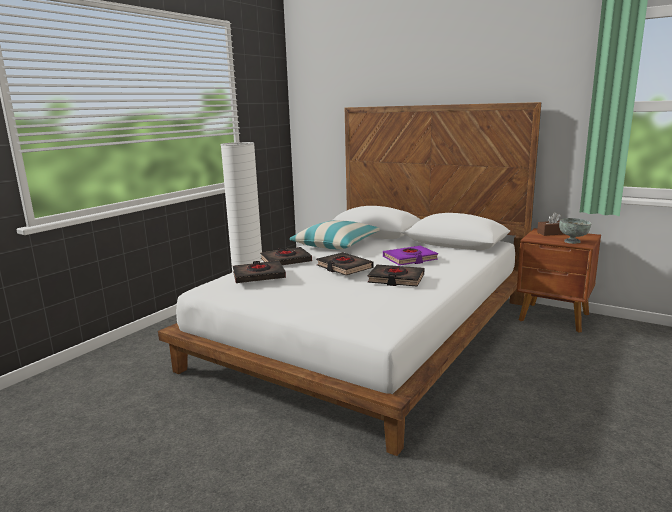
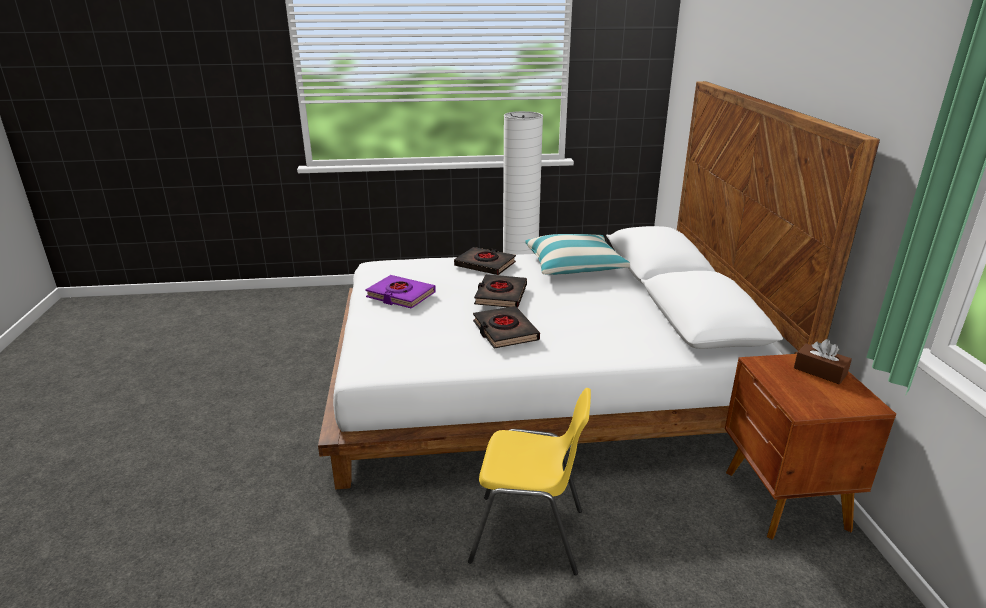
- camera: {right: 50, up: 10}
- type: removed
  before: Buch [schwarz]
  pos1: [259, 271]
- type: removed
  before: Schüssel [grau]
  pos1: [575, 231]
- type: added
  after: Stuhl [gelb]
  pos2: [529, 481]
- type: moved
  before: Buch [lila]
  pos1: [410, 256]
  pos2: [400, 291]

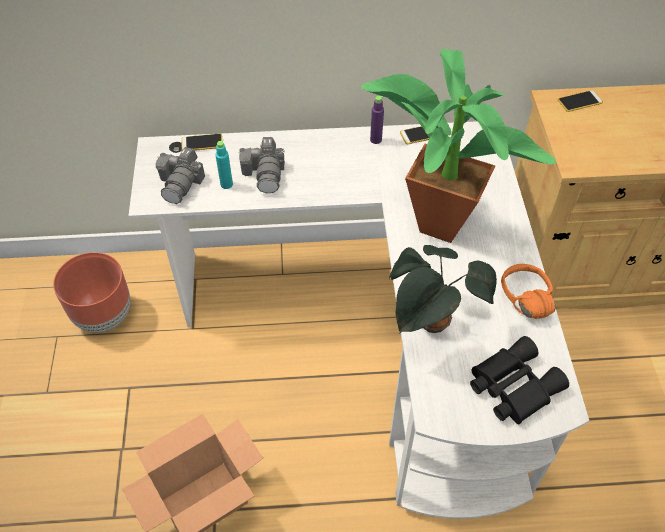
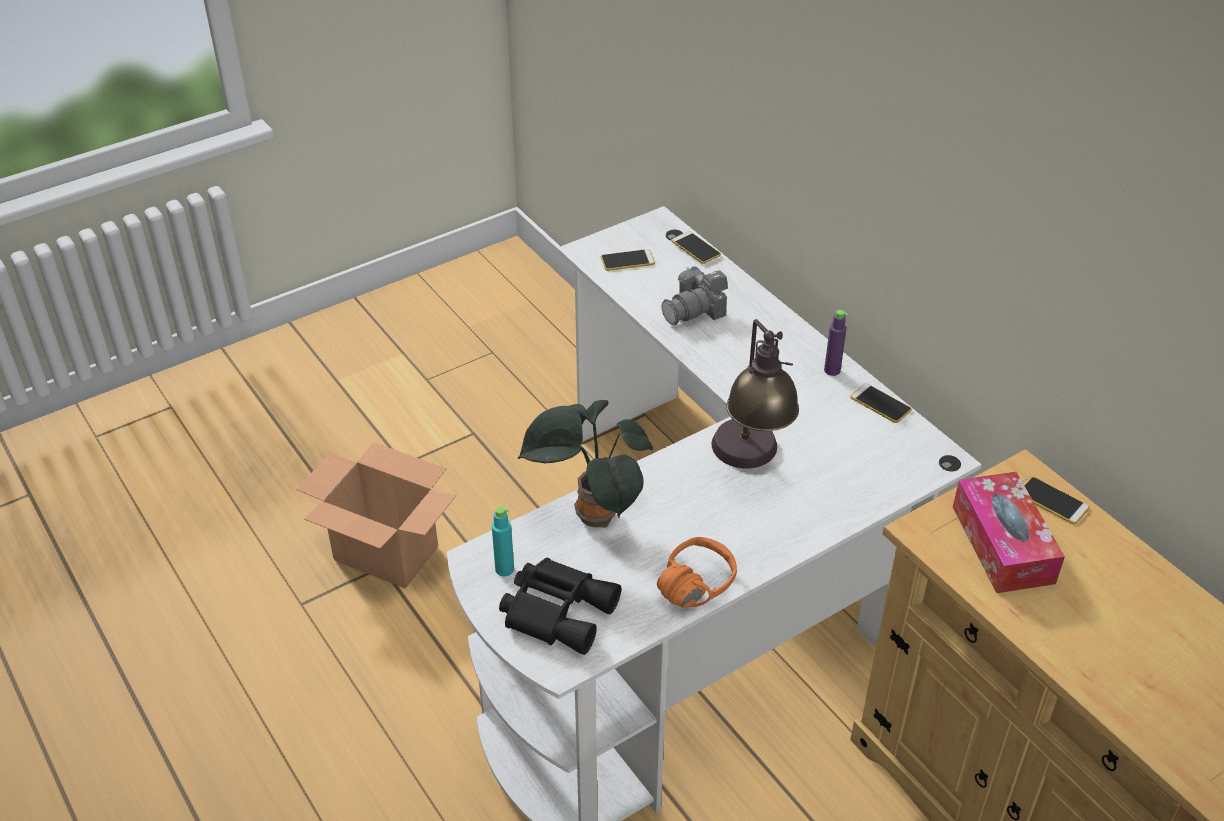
- camera: {right: 60, up: -10}
- type: removed
  before: Pflanzkübel [braun]
  pos1: [91, 292]
- type: added
  after: Taschentuchbox
  pos2: [1009, 532]
- type: moved
  before: Flasche [türkis]
  pos1: [224, 164]
  pos2: [503, 541]
- type: replaced
  before: Kamera
  after: Handy
  pos1: [180, 175]
  pos2: [628, 260]
- type: replaced
  before: Topfpflanze
  after: Tischlampe
  pos1: [458, 146]
  pos2: [755, 393]

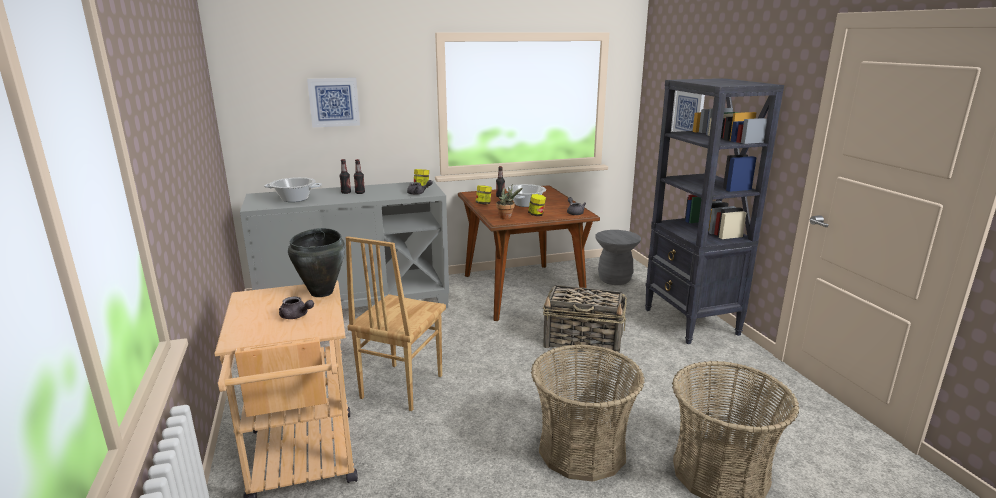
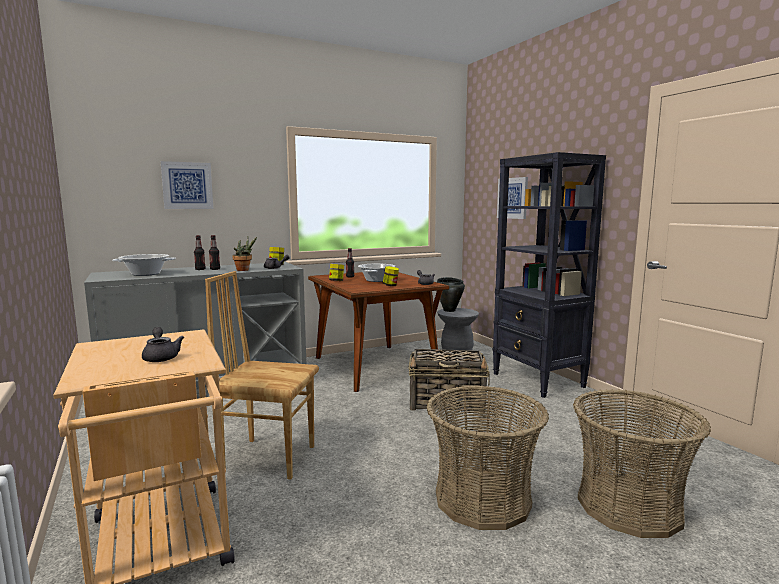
- camera: {right: -10, up: -10}
- type: moved
  before: Kochtopf [schwarz]
  pos1: [316, 262]
  pos2: [451, 294]
- type: moved
  before: Topfpflanze
  pos1: [509, 202]
  pos2: [244, 254]
- type: turned
  before: Teekanne [grau]
  pos1: [296, 308]
  pos2: [163, 344]
  turn: -135
- type: turned
  before: Stuhl [braun]
  pos1: [396, 323]
  pos2: [262, 375]
  turn: 90

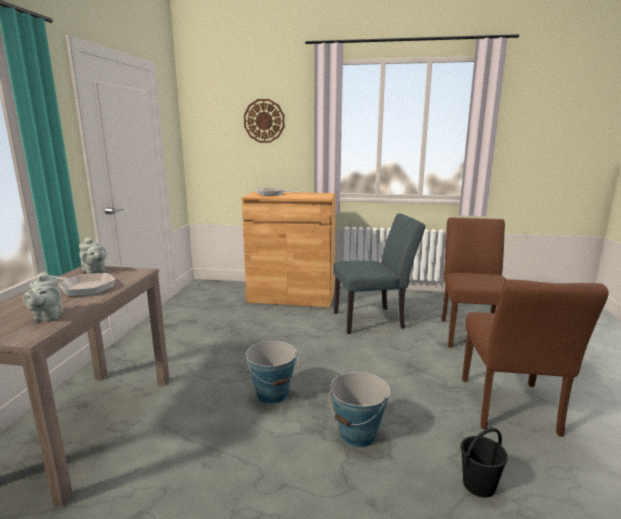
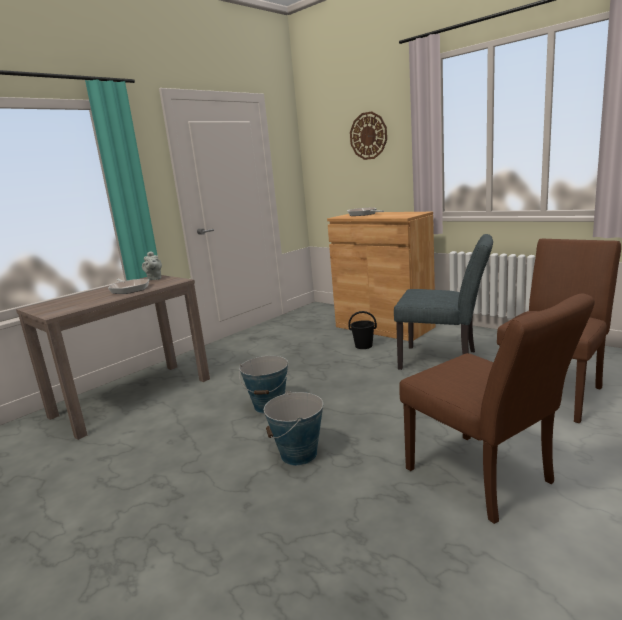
- camera: {right: 35, up: 0}
- type: removed
  before: Teekanne [grau]
  pos1: [43, 296]
- type: moved
  before: Eimer [schwarz]
  pos1: [484, 462]
  pos2: [362, 330]
- type: turned
  before: Stuhl [braun]
  pos1: [535, 357]
  pos2: [497, 408]
  turn: -75

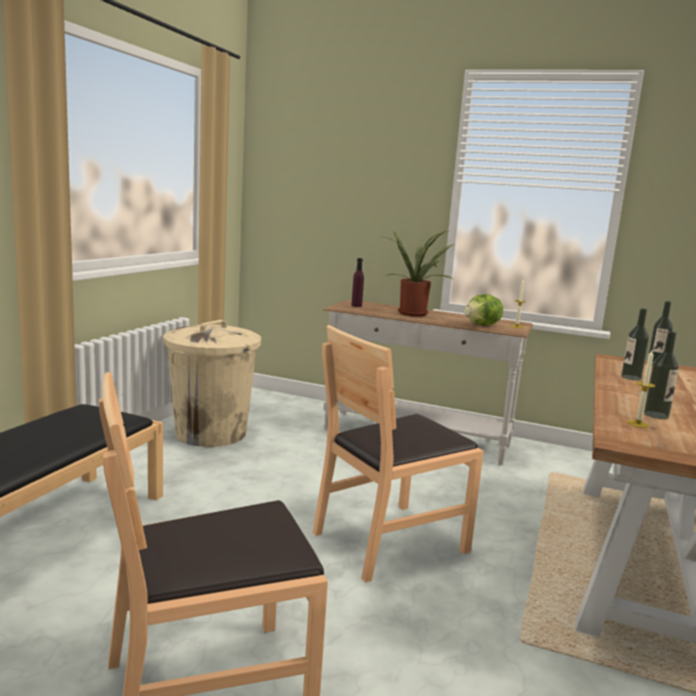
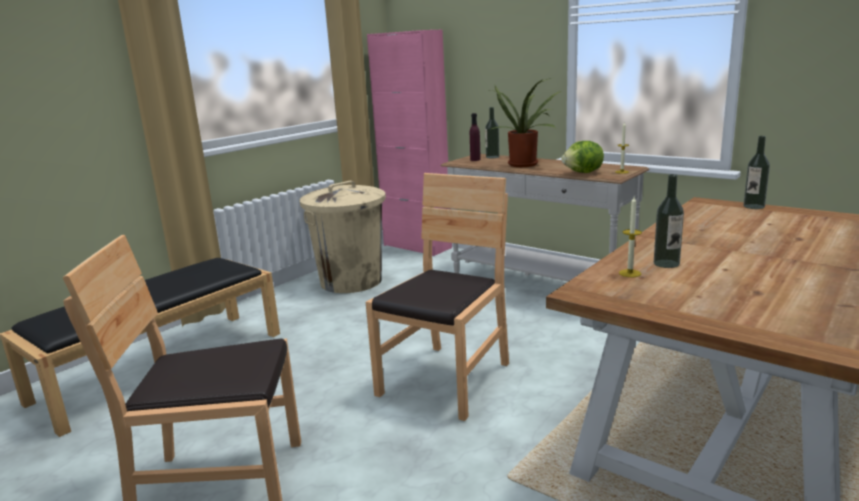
- camera: {right: 20, up: 5}
- type: added
  after: Schrank [rosa]
  pos2: [409, 143]
- type: moved
  before: Flasche
  pos1: [635, 344]
  pos2: [492, 132]
- type: turned
  before: Stuhl [braun]
  pos1: [398, 453]
  pos2: [437, 297]
  turn: 135

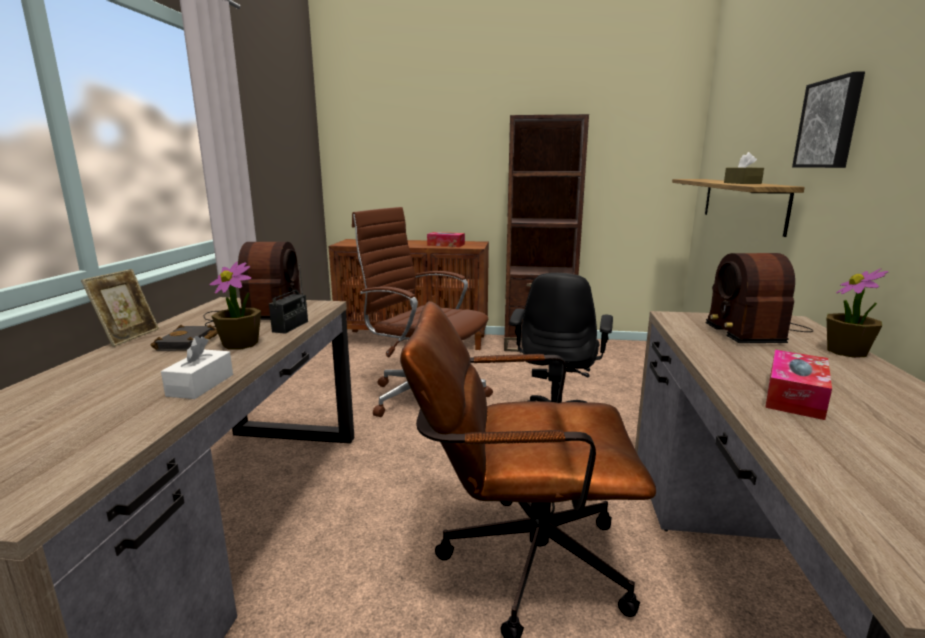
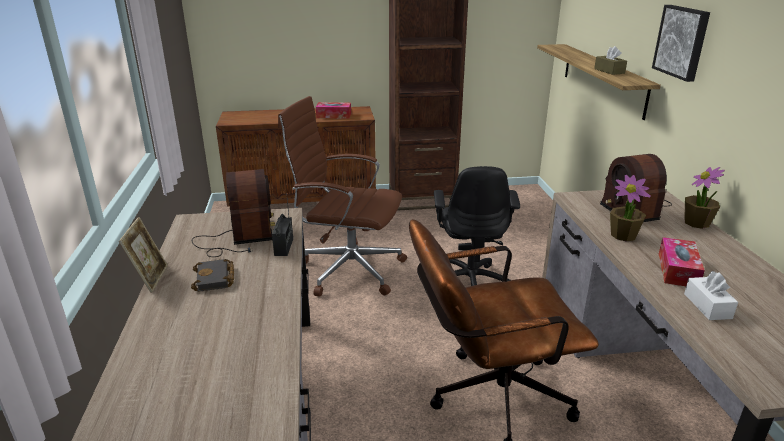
- camera: {right: -15, up: 10}
- type: moved
  before: Taschentuchbox [weiß]
  pos1: [197, 367]
  pos2: [711, 295]
- type: moved
  before: Topfpflanze
  pos1: [235, 306]
  pos2: [630, 208]

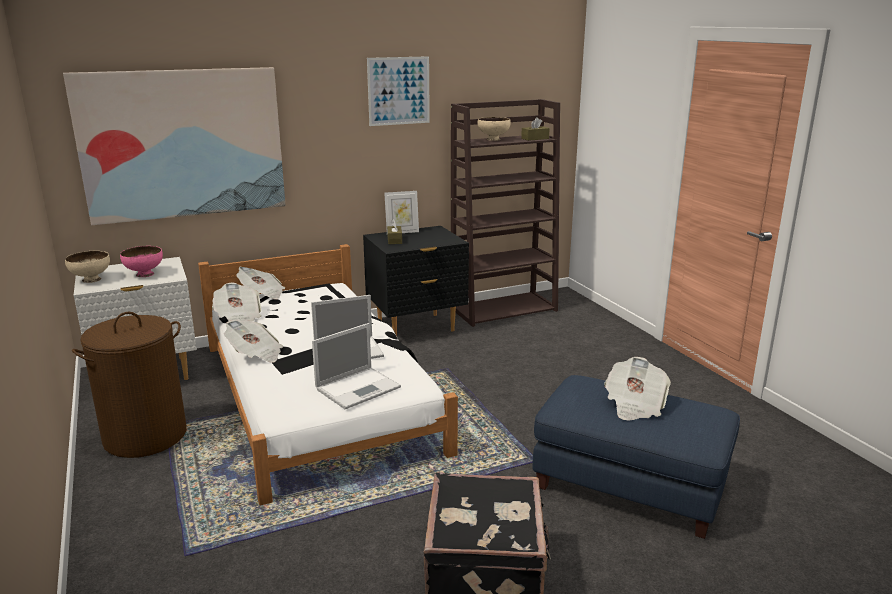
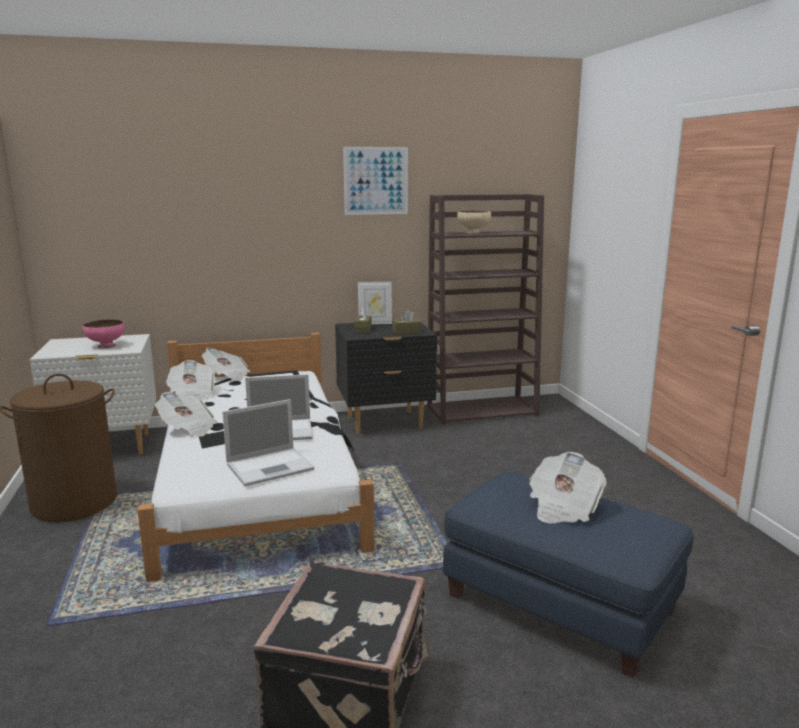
- camera: {right: 10, up: -5}
- type: removed
  before: Bild
  pos1: [174, 146]
- type: removed
  before: Schüssel [beige]
  pos1: [87, 267]
- type: moved
  before: Taschentuchbox [braun]
  pos1: [535, 129]
  pos2: [407, 322]

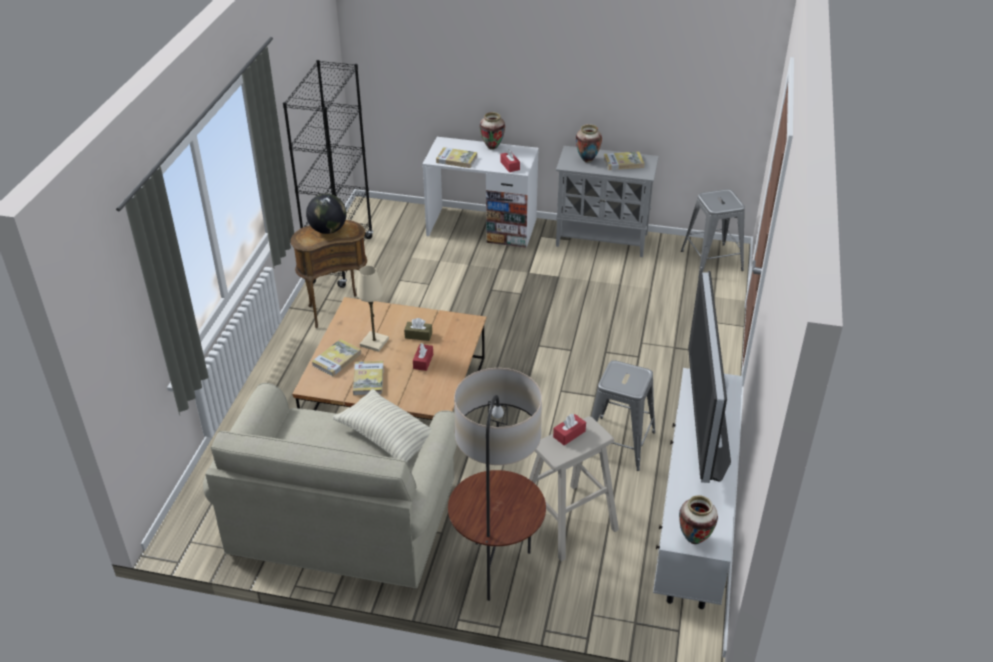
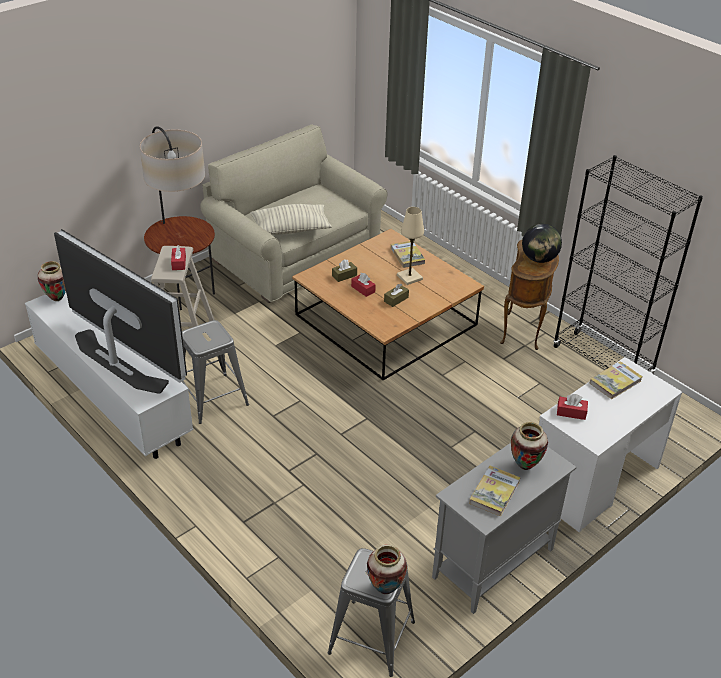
- camera: {right: 125, up: 0}
- type: removed
  before: Buch
  pos1: [368, 378]
- type: added
  after: Taschentuchbox [braun]
  pos2: [344, 271]
- type: moved
  before: Vase
  pos1: [492, 131]
  pos2: [387, 569]

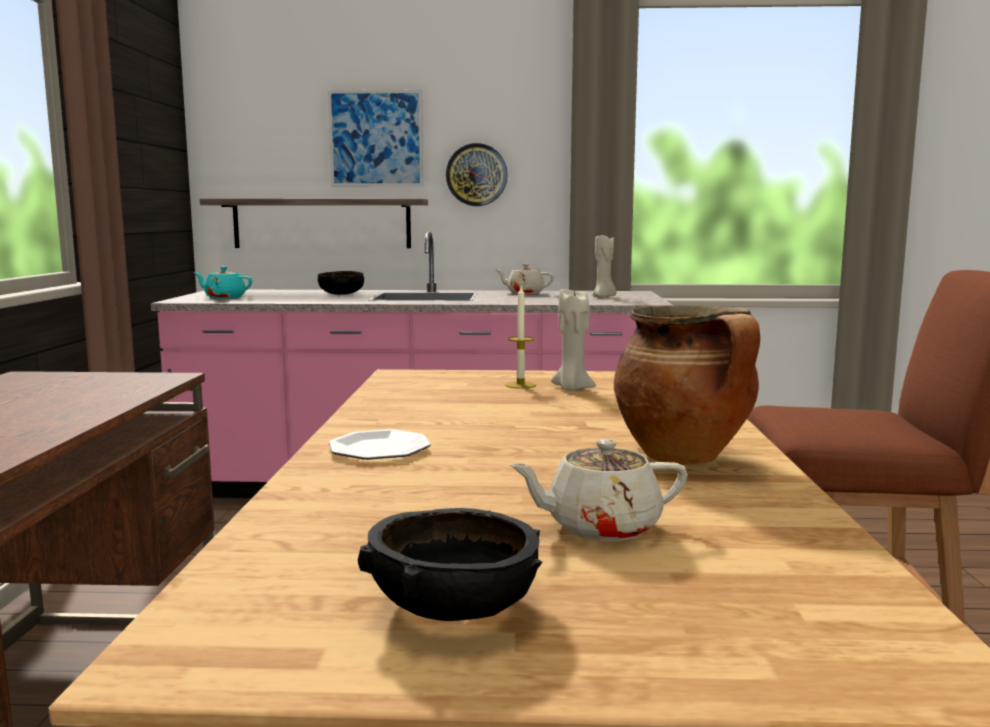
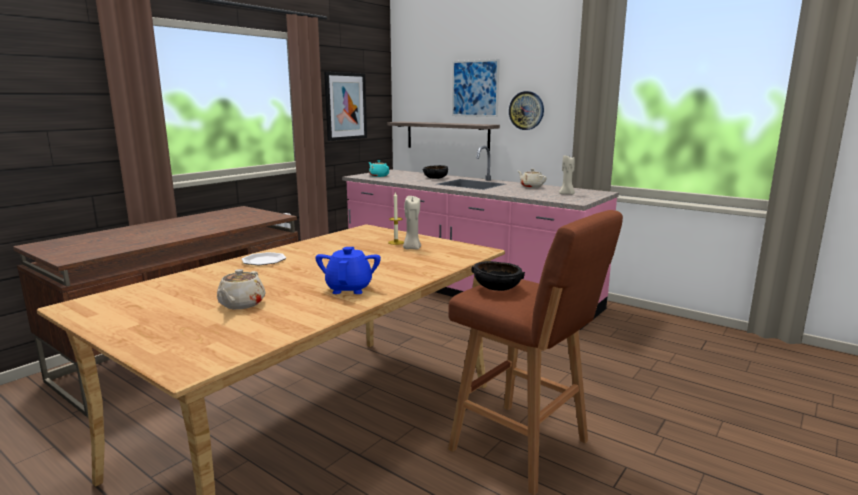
- camera: {right: 35, up: 5}
- type: added
  after: Bild
  pos2: [345, 106]
- type: moved
  before: Schüssel [schwarz]
  pos1: [450, 564]
  pos2: [498, 276]
- type: replaced
  before: Kochtopf
  after: Teekanne [blau]
  pos1: [687, 385]
  pos2: [348, 270]
- type: turned
  before: Teekanne [beige]
  pos1: [598, 490]
  pos2: [241, 289]
  turn: -105

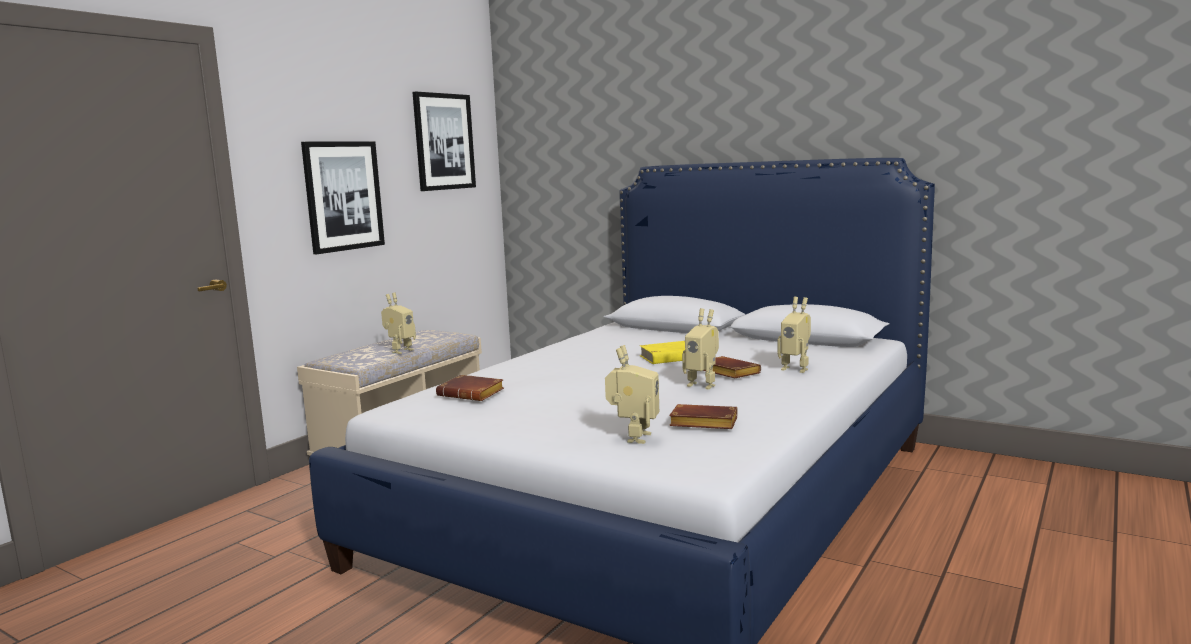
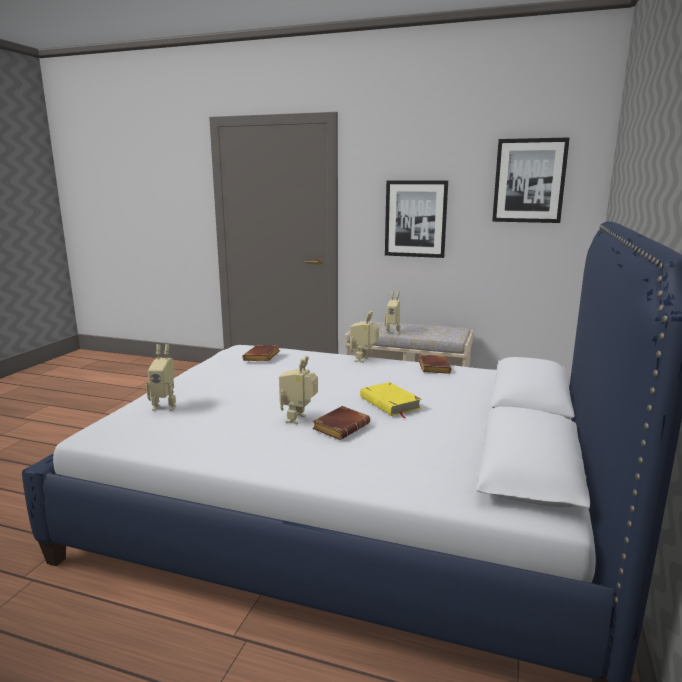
- camera: {right: 75, up: 5}
- type: moved
  before: Buch [braun]
  pos1: [703, 416]
  pos2: [435, 364]
- type: moved
  before: Spielzeugroboter
  pos1: [794, 335]
  pos2: [364, 337]

